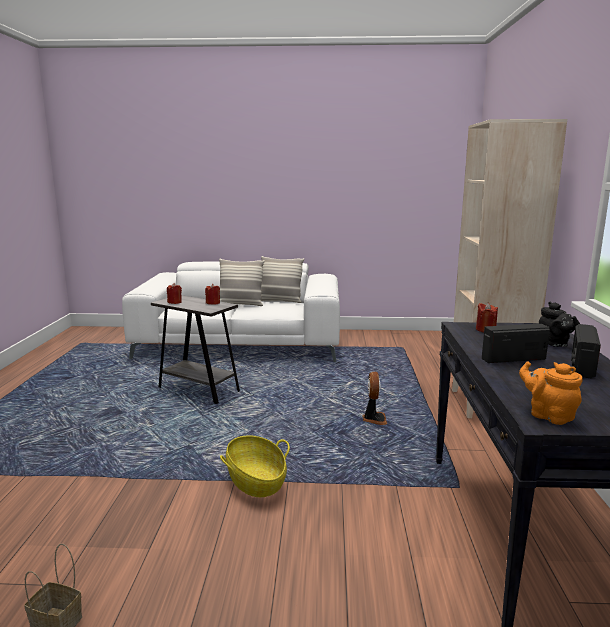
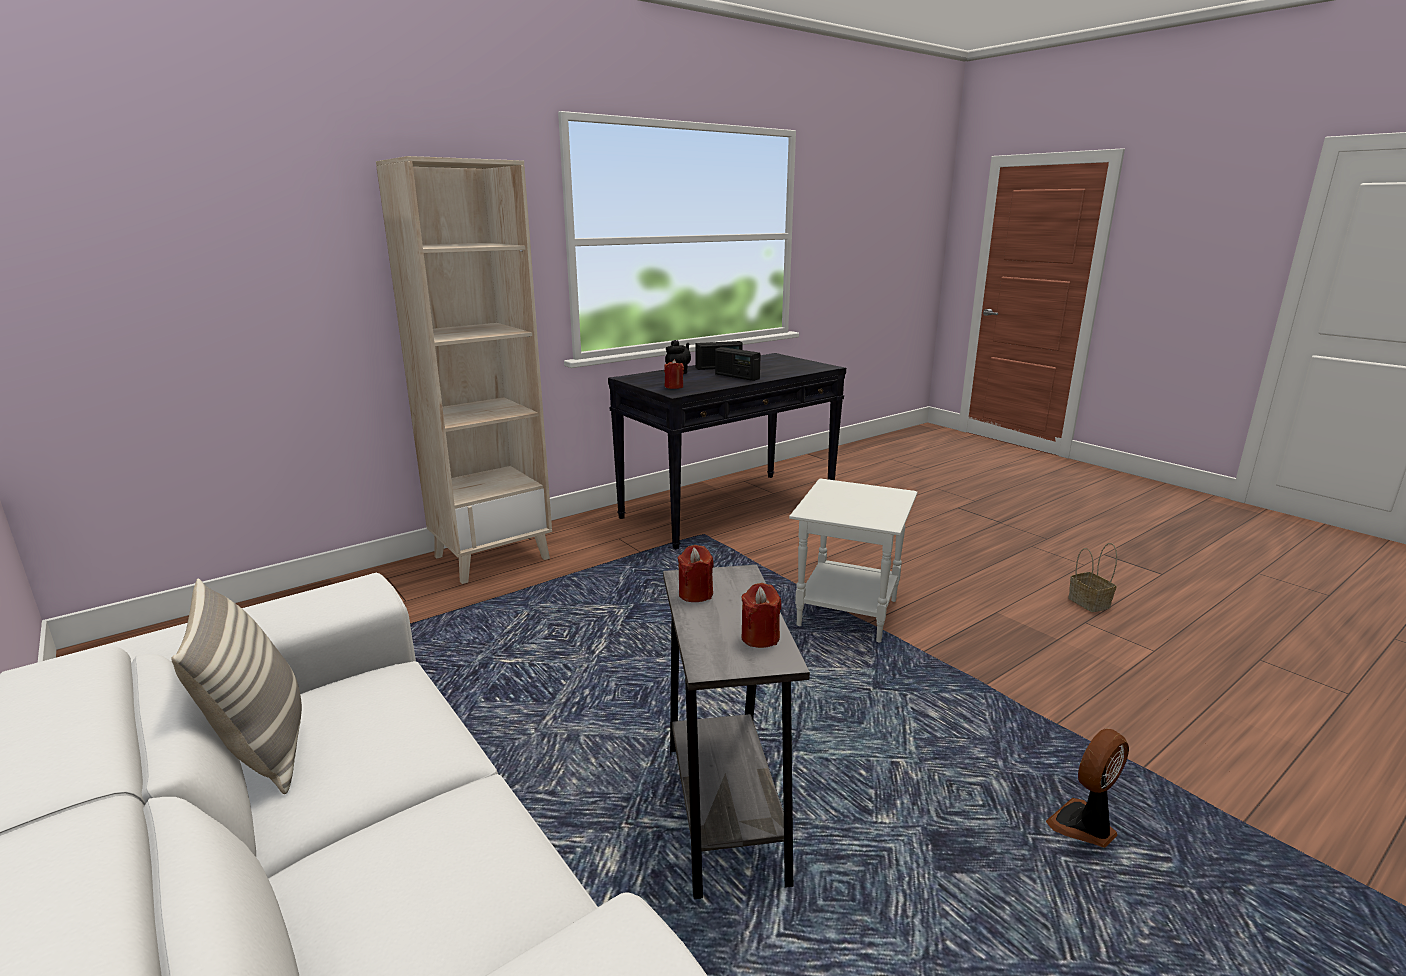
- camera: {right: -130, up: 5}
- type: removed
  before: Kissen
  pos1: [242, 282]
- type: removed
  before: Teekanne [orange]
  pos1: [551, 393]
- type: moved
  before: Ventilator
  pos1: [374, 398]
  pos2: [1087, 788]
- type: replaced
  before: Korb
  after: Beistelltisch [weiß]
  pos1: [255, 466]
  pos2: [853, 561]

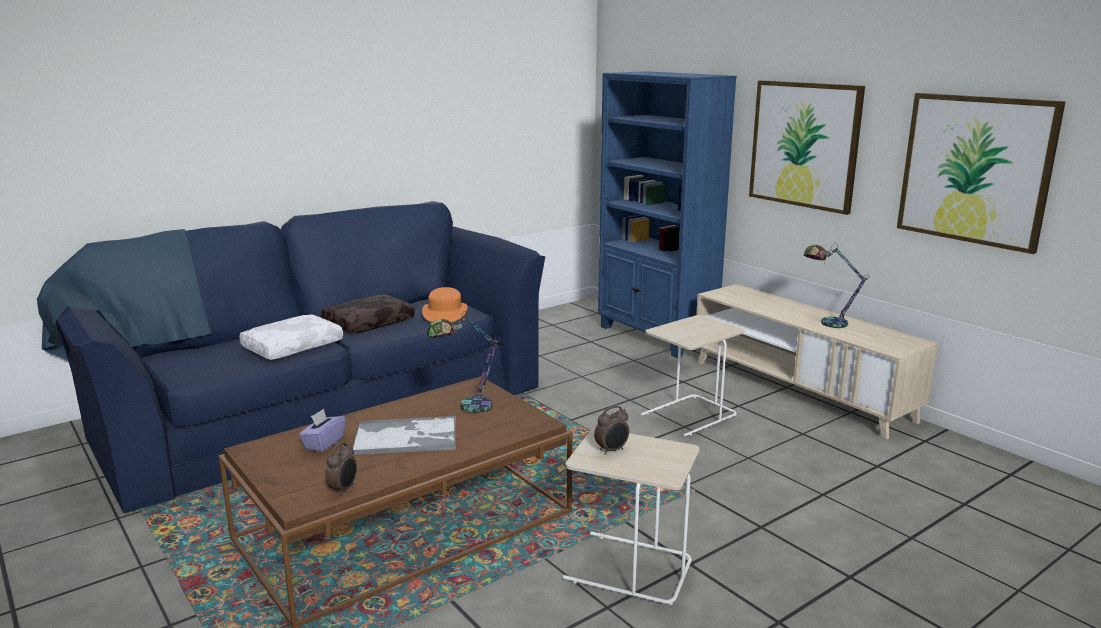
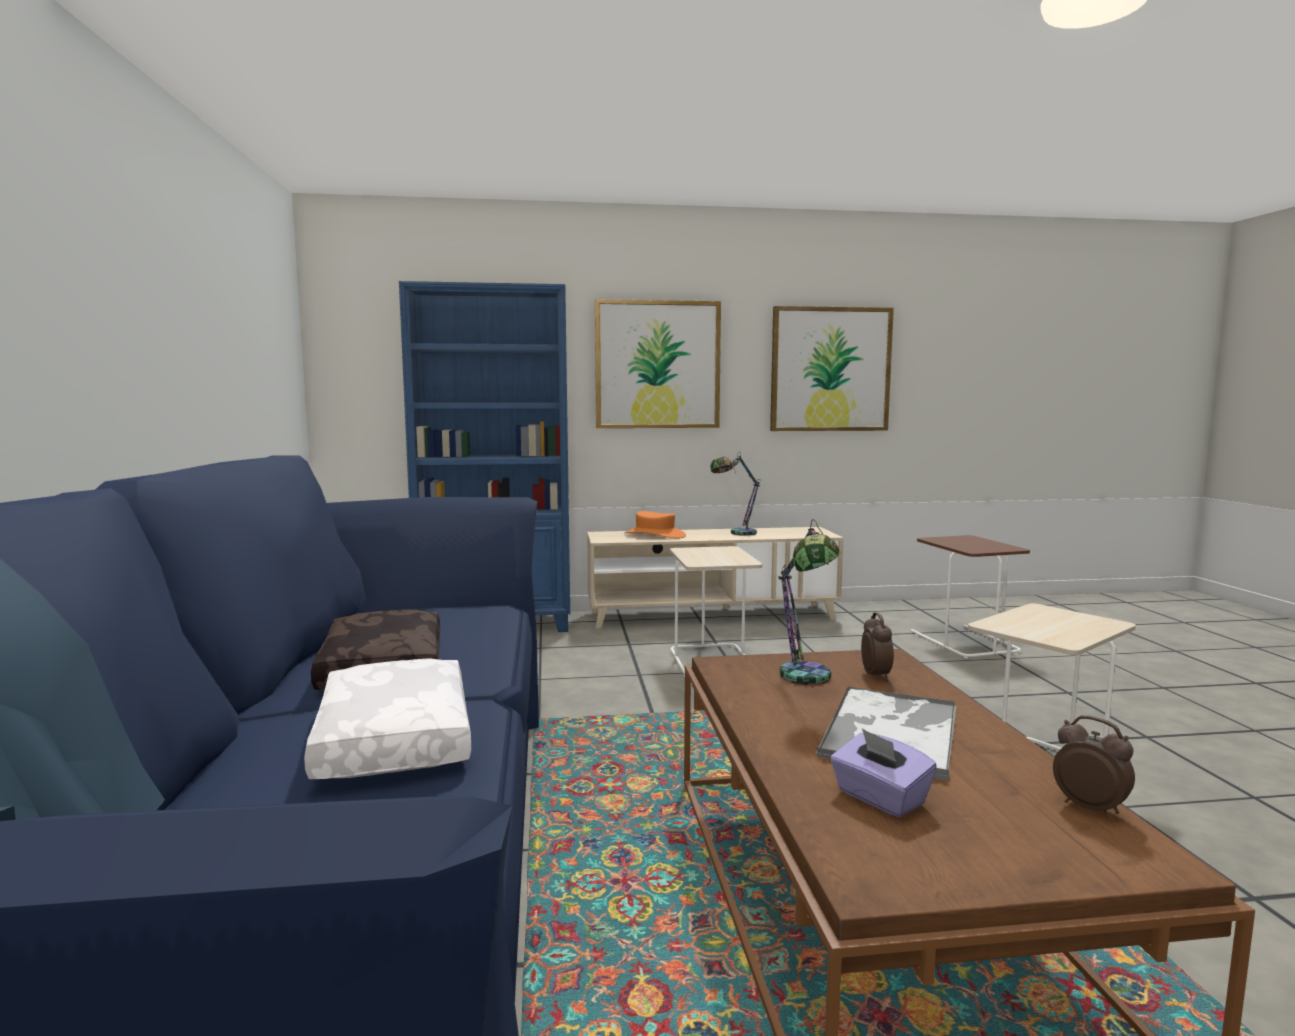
- camera: {right: -60, up: -10}
- type: added
  after: Beistelltisch [braun]
  pos2: [970, 596]
- type: moved
  before: Hut [orange]
  pos1: [445, 305]
  pos2: [655, 525]
- type: moved
  before: Wecker
  pos1: [611, 430]
  pos2: [877, 646]

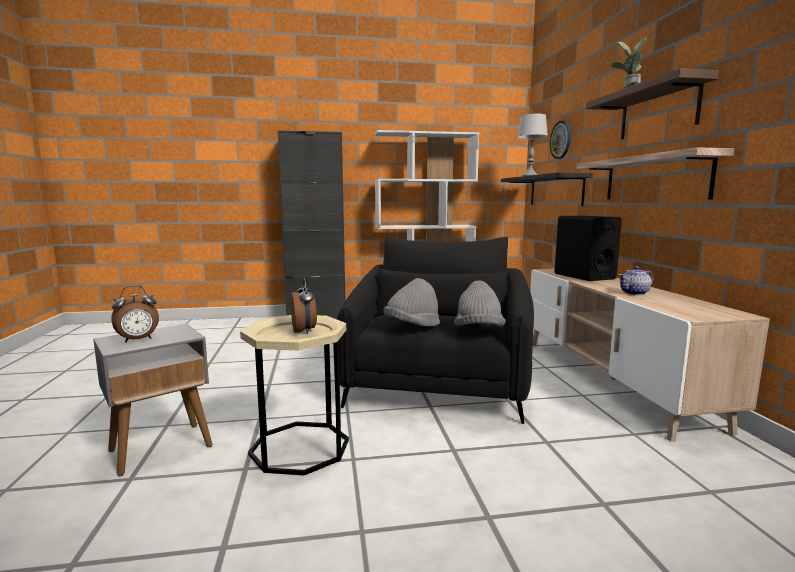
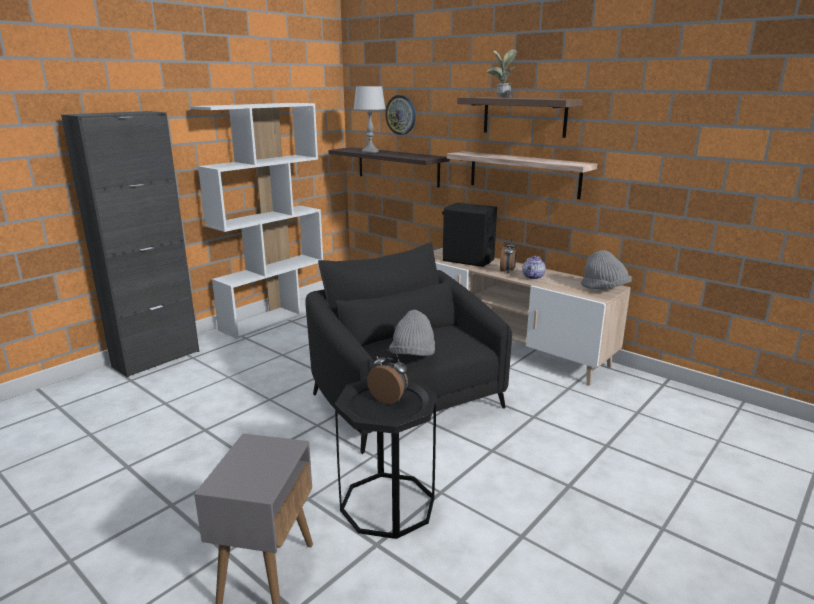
- camera: {right: -40, up: 10}
- type: moved
  before: Wecker
  pos1: [135, 314]
  pos2: [508, 256]
- type: moved
  before: Hut [grau]
  pos1: [480, 303]
  pos2: [606, 269]
- type: recoloured
  before: Beistelltisch [beige]
  after: Beistelltisch [schwarz]
  pos1: [294, 395]
  pos2: [385, 458]

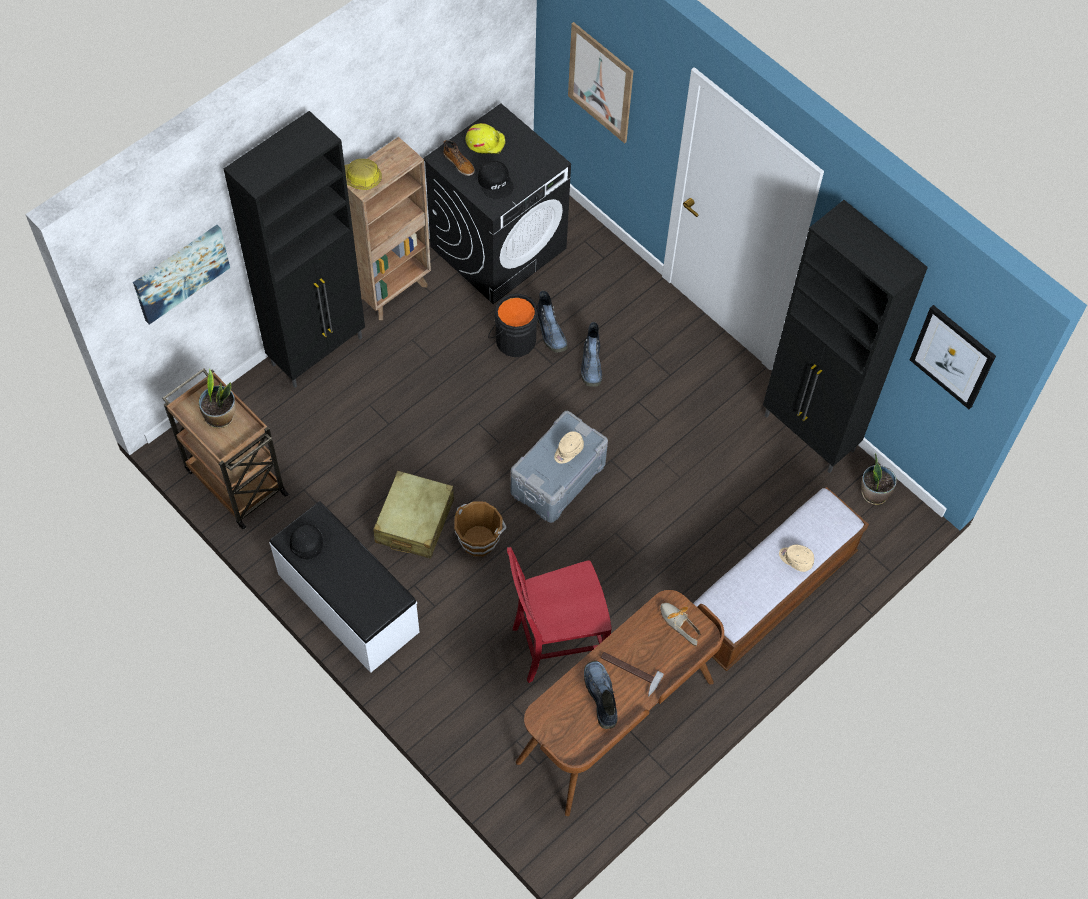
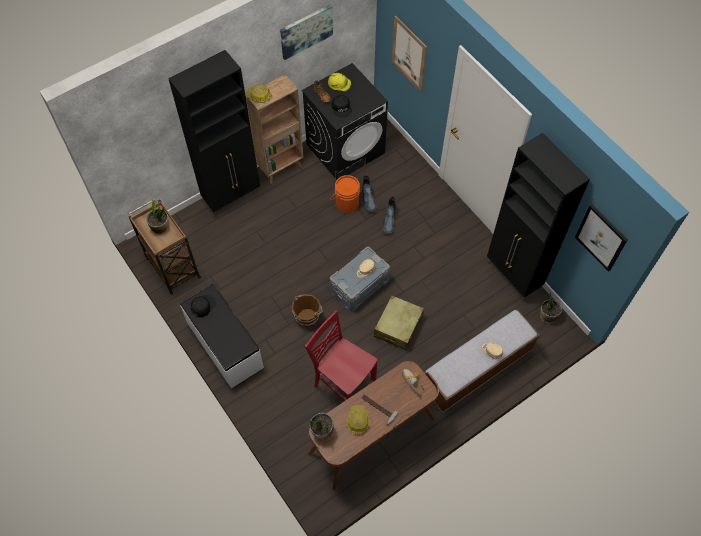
- camera: {right: 10, up: 0}
- type: added
  after: Topfpflanze
  pos2: [321, 426]
- type: moved
  before: Bild
  pos1: [181, 275]
  pos2: [306, 32]
- type: moved
  before: Koffer [beige]
  pos1: [413, 515]
  pos2: [399, 322]
- type: replaced
  before: Stiefel
  after: Schutzhelm
  pos1: [601, 695]
  pos2: [358, 419]
- type: recoloured
  before: Eimer [schwarz]
  after: Eimer [orange]
  pos1: [513, 325]
  pos2: [345, 194]
- type: turned
  before: Stuhl [rot]
  pos1: [559, 615]
  pos2: [341, 355]
  turn: 45

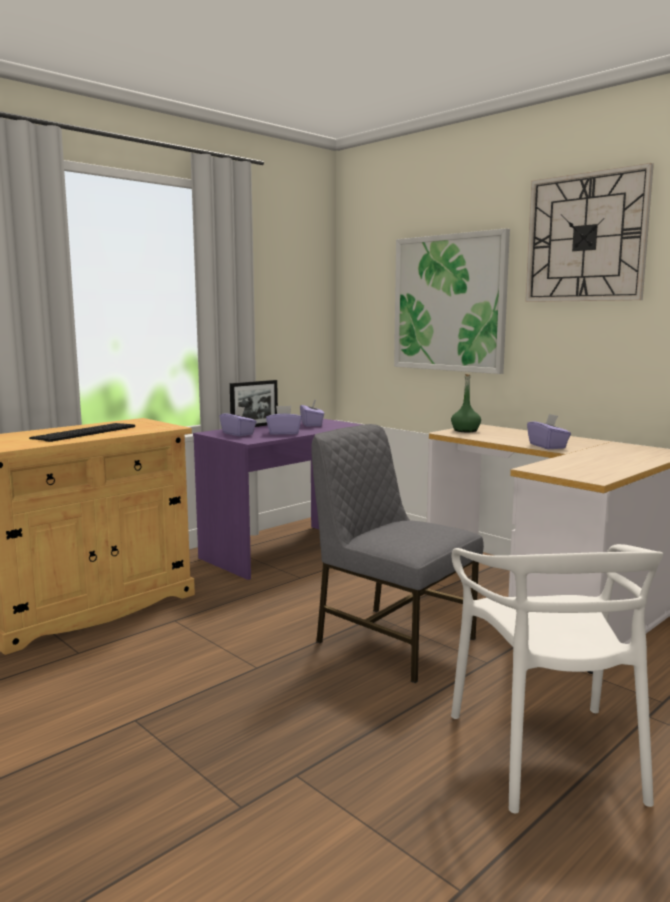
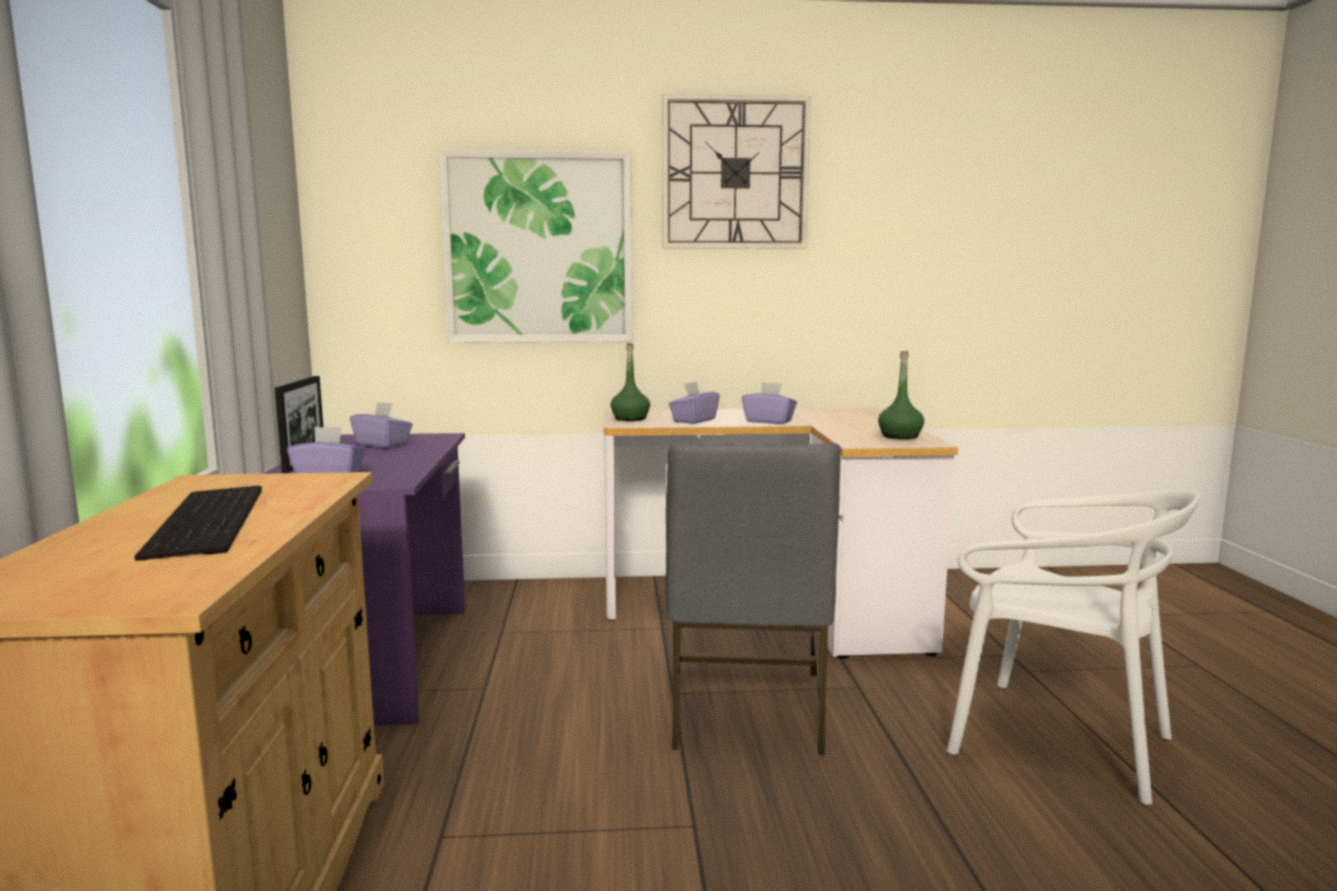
- camera: {right: -50, up: 0}
- type: added
  after: Flasche [grün]
  pos2: [901, 395]
- type: moved
  before: Taschentuchbox [lila]
  pos1: [284, 420]
  pos2: [694, 402]
- type: turned
  before: Stuhl [grau]
  pos1: [397, 553]
  pos2: [752, 599]
  turn: -75

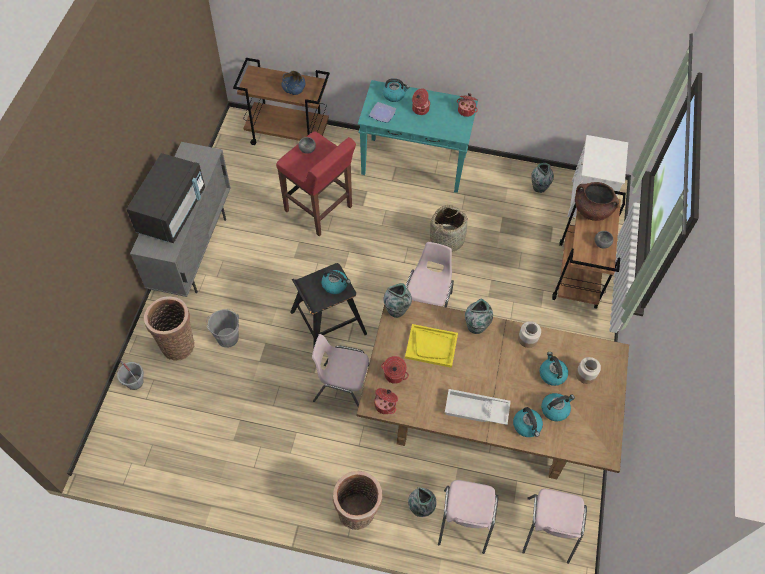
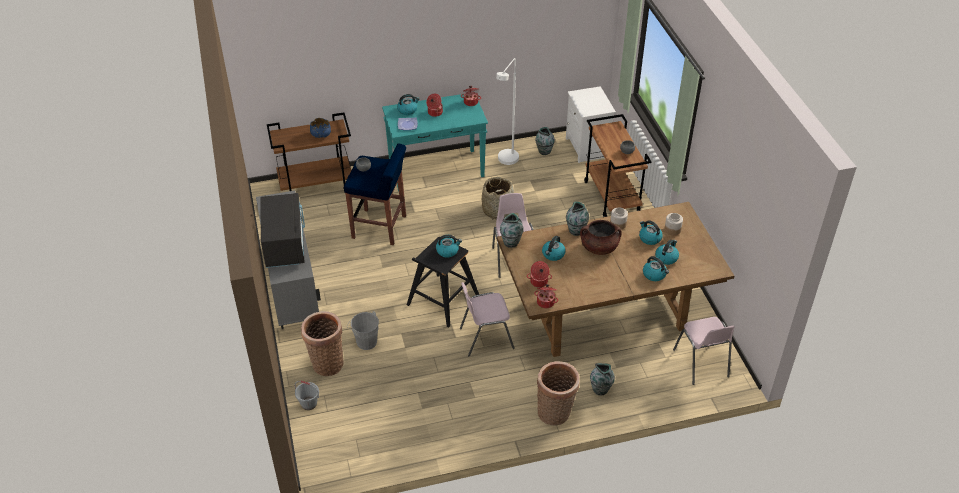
- camera: {right: -25, up: -15}
- type: removed
  before: Stuhl [rosa]
  pos1: [468, 517]
- type: removed
  before: Tablett [weiß]
  pos1: [478, 407]
- type: added
  after: Stehlampe [weiß]
  pos2: [507, 111]
- type: moved
  before: Kochtopf [braun]
  pos1: [597, 201]
  pos2: [601, 237]
- type: replaced
  before: Tablett [gelb]
  after: Wasserkessel
  pos1: [431, 346]
  pos2: [554, 248]
- type: recoloured
  before: Hocker [rot]
  after: Hocker [blau]
  pos1: [316, 184]
  pos2: [375, 194]

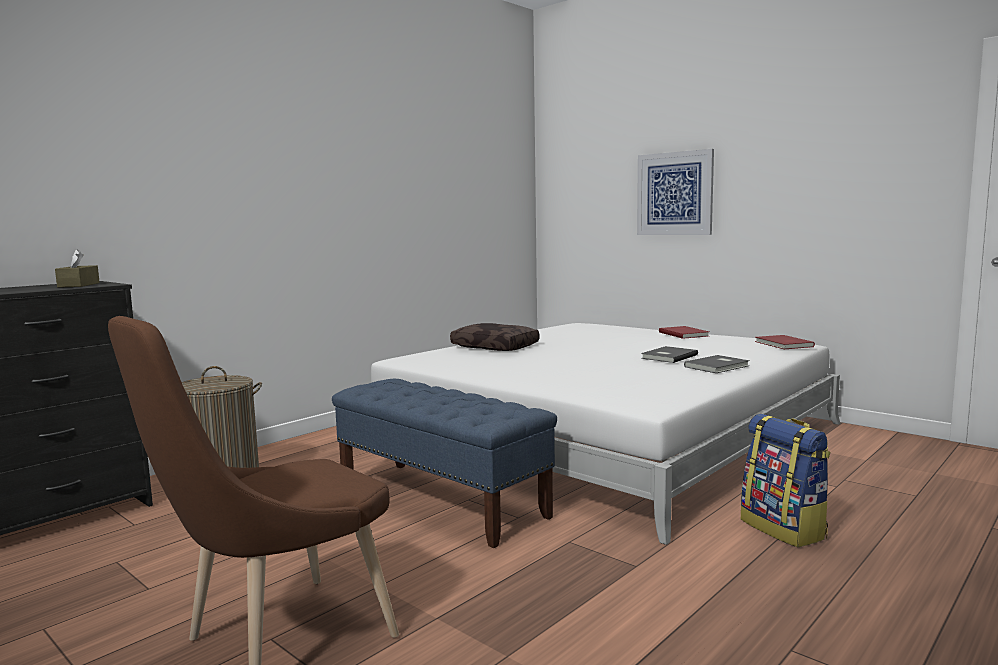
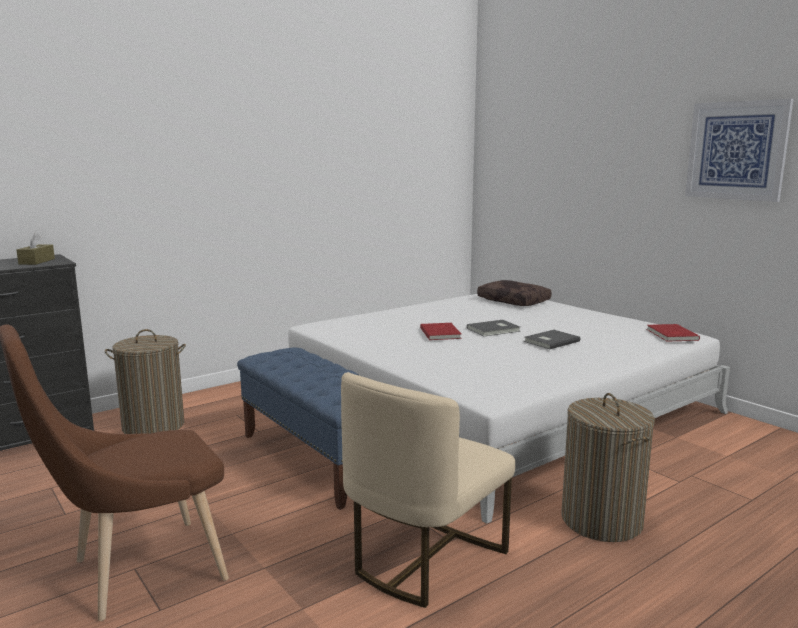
- camera: {right: 10, up: 5}
- type: added
  after: Stuhl [beige]
  pos2: [428, 490]
- type: moved
  before: Kissen [braun]
  pos1: [494, 337]
  pos2: [514, 293]
- type: moved
  before: Bild
  pos1: [675, 192]
  pos2: [739, 150]
- type: moved
  before: Buch [rot]
  pos1: [684, 332]
  pos2: [441, 331]
- type: moved
  before: Buch [grau]
  pos1: [717, 364]
  pos2: [493, 328]
- type: replaced
  before: Rucksack
  after: Wäschekorb
  pos1: [785, 480]
  pos2: [608, 467]

